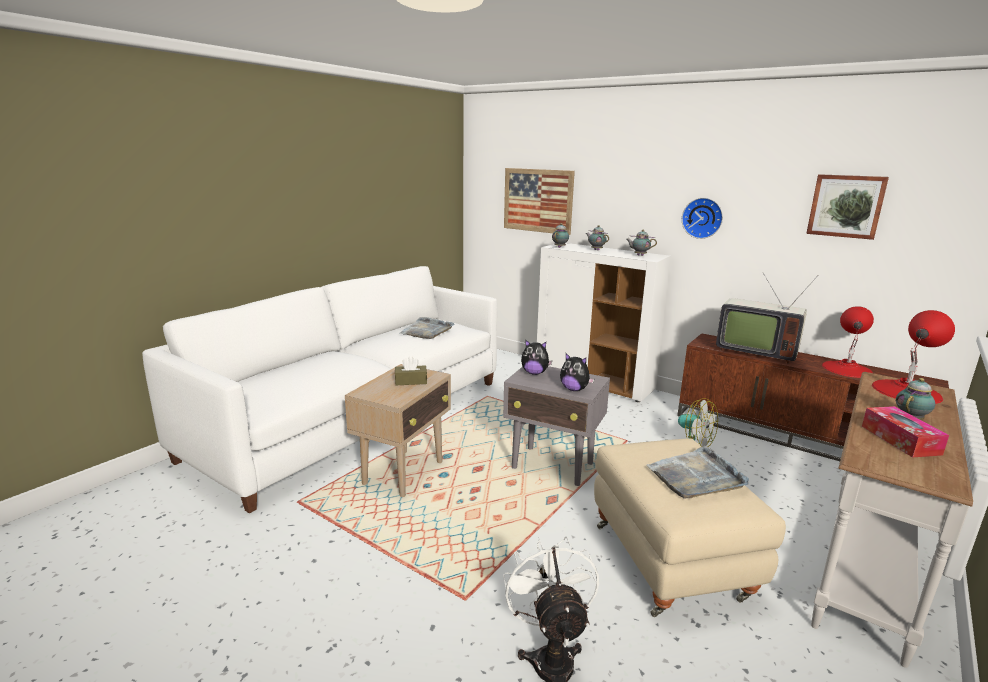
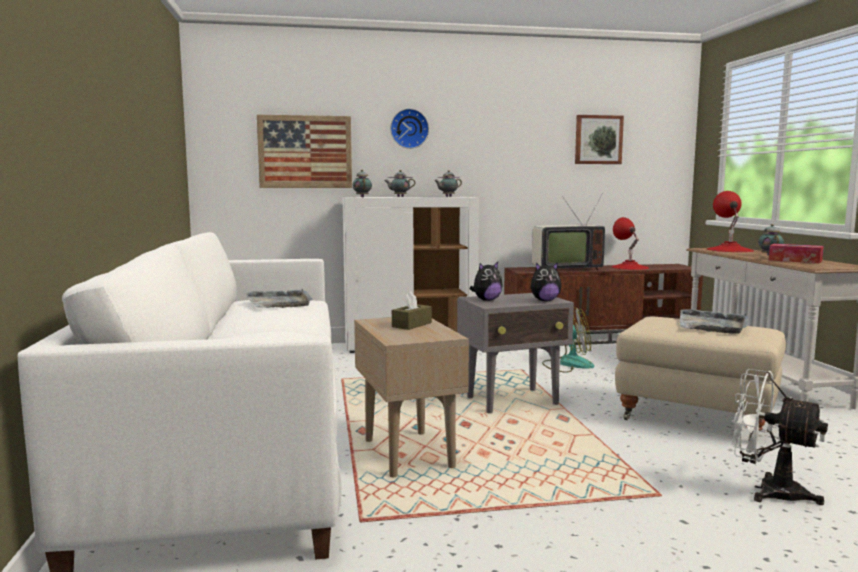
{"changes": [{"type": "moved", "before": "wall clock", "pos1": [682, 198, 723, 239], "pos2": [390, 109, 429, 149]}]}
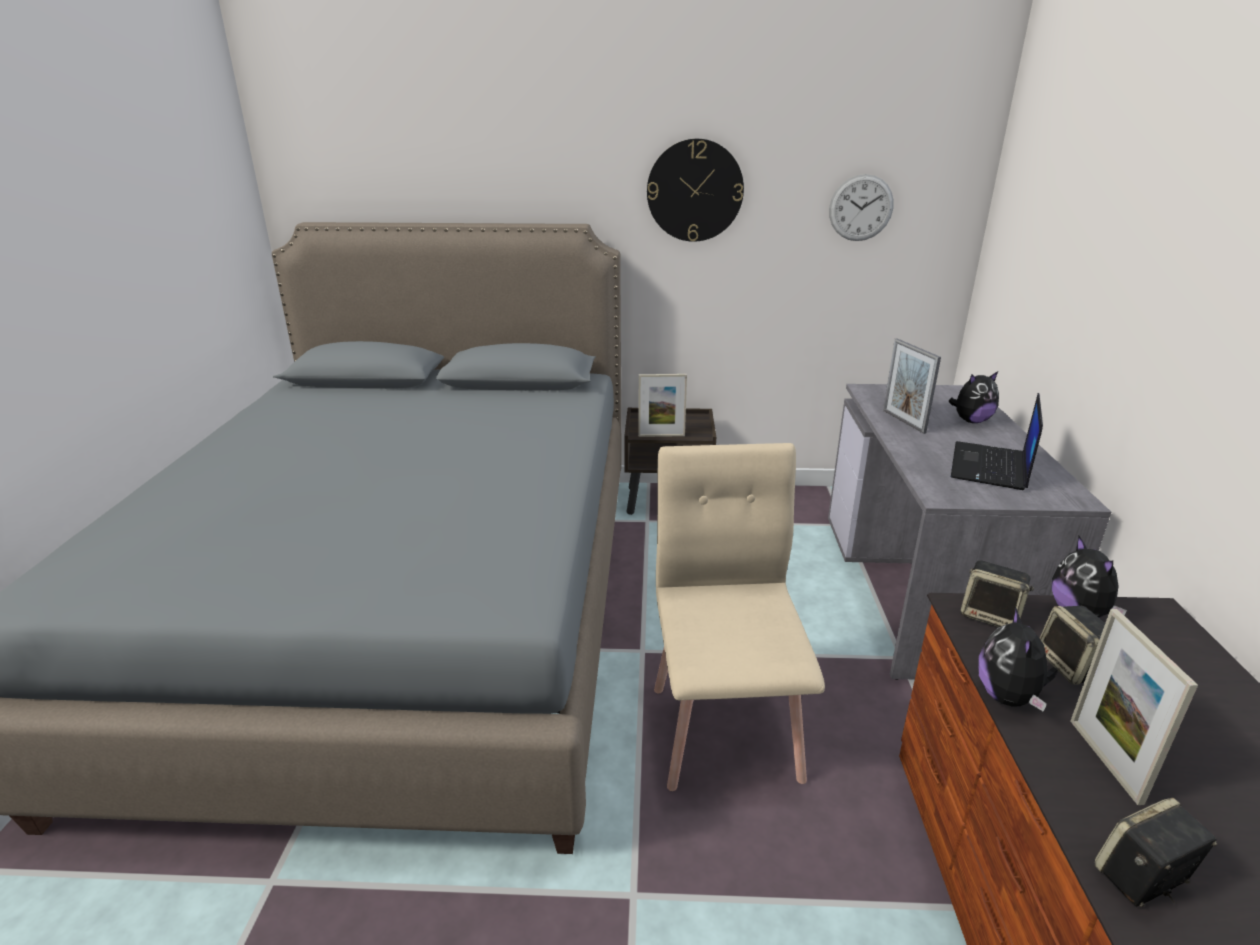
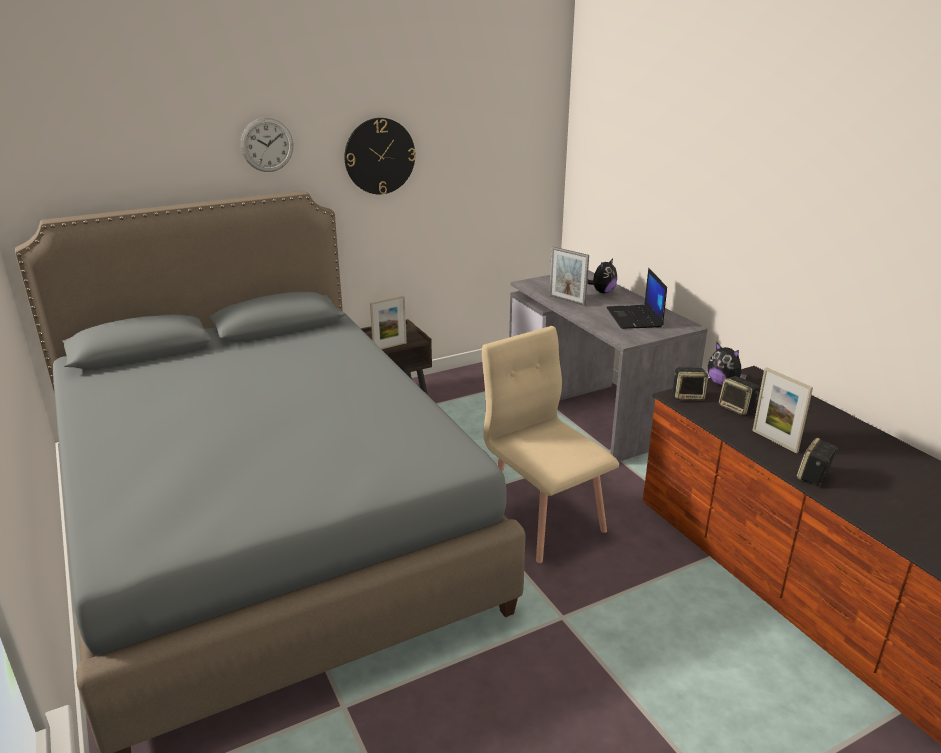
{"changes": [{"type": "removed", "before": "plush toy", "pos1": [978, 607, 1058, 712]}, {"type": "moved", "before": "wall clock", "pos1": [829, 174, 894, 241], "pos2": [241, 118, 293, 172]}]}
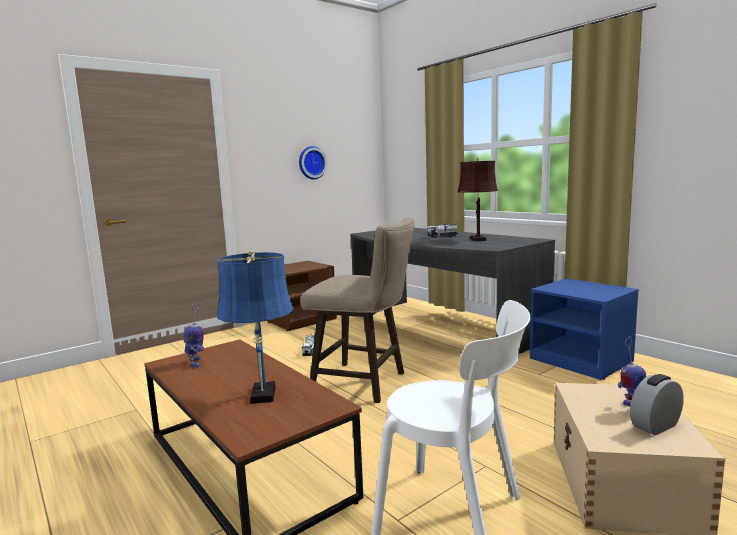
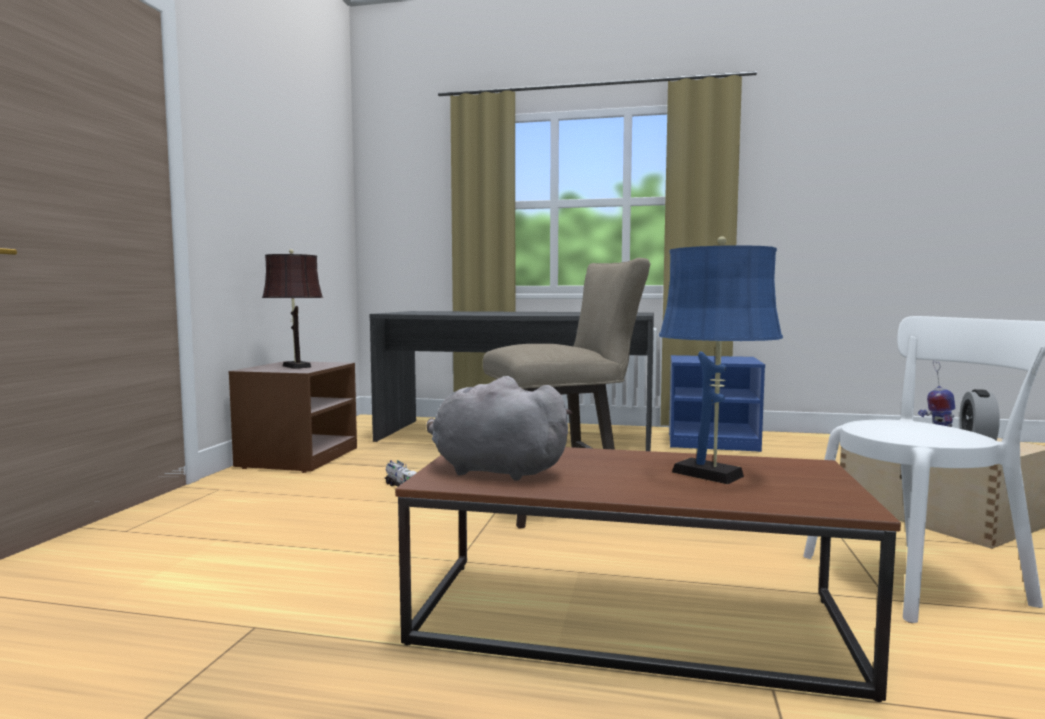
{"changes": [{"type": "removed", "before": "wall clock", "pos1": [299, 146, 327, 180]}, {"type": "removed", "before": "toy lorry", "pos1": [427, 223, 459, 238]}, {"type": "moved", "before": "brown-coloured tabletop lamp", "pos1": [457, 157, 498, 241], "pos2": [262, 249, 323, 369]}, {"type": "replaced", "before": "toy robot", "after": "greyish plush toy", "pos1": [184, 302, 204, 368], "pos2": [426, 376, 572, 480]}]}
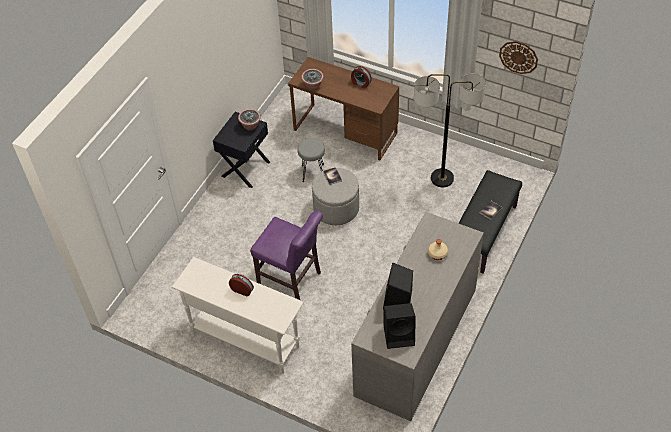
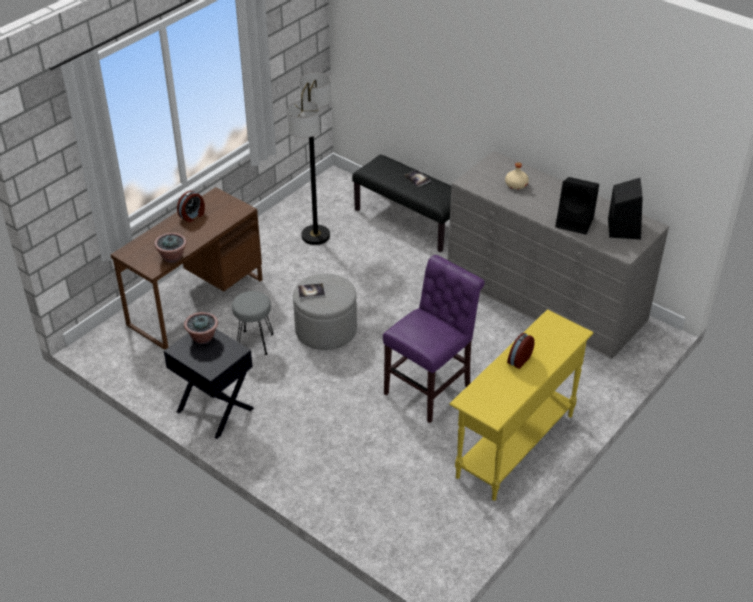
{"changes": [{"type": "removed", "before": "wall clock", "pos1": [499, 41, 538, 74]}, {"type": "recoloured", "before": "white-coloured narrow table", "after": "yellowish narrow table", "pos1": [172, 257, 304, 374], "pos2": [449, 309, 594, 501]}]}
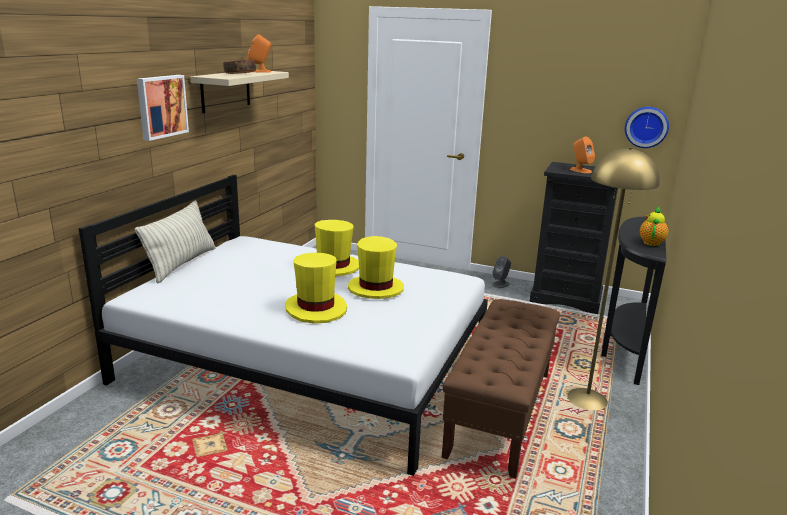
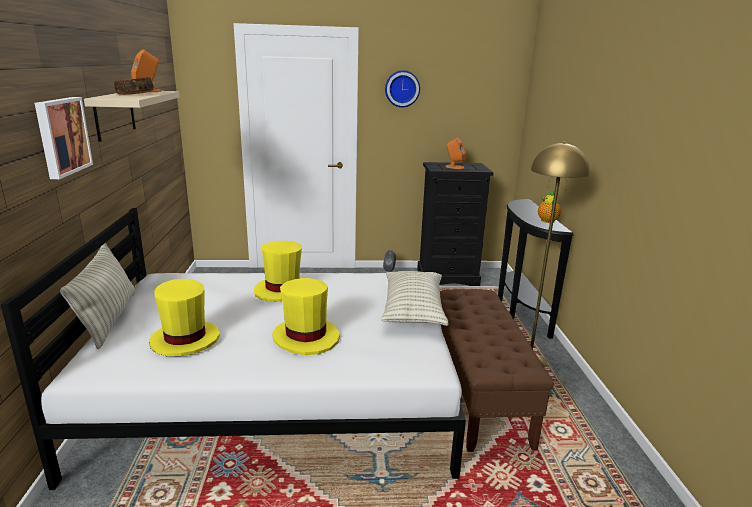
{"changes": [{"type": "added", "after": "cushion", "pos2": [381, 271, 449, 326]}, {"type": "moved", "before": "yellowish hat", "pos1": [348, 236, 404, 299], "pos2": [149, 279, 220, 356]}, {"type": "moved", "before": "wall clock", "pos1": [625, 107, 669, 148], "pos2": [385, 70, 420, 107]}]}
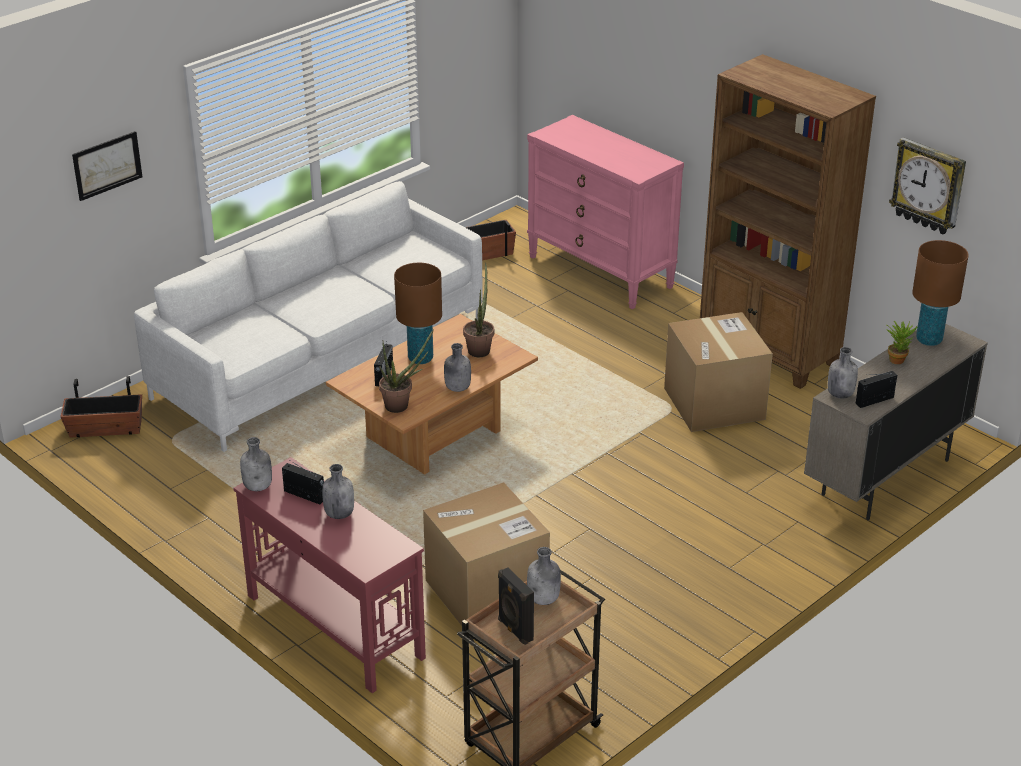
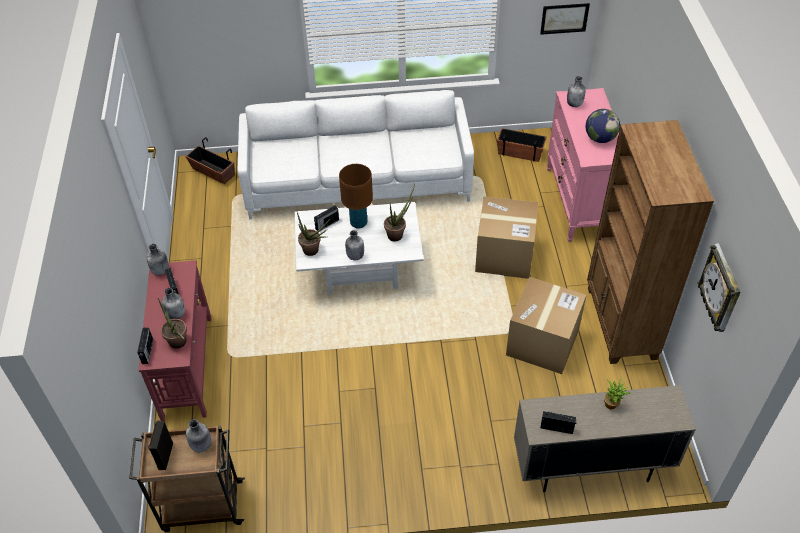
{"changes": [{"type": "removed", "before": "brown-coloured tabletop lamp", "pos1": [912, 240, 969, 346]}, {"type": "added", "after": "radio receiver", "pos2": [137, 328, 153, 364]}, {"type": "added", "after": "houseplant", "pos2": [158, 298, 187, 349]}, {"type": "added", "after": "globe", "pos2": [586, 109, 620, 143]}, {"type": "moved", "before": "picture", "pos1": [72, 131, 142, 201], "pos2": [540, 3, 590, 35]}, {"type": "moved", "before": "cardboard box", "pos1": [423, 482, 550, 626], "pos2": [475, 196, 538, 279]}, {"type": "moved", "before": "greyish beverage bottle", "pos1": [828, 347, 858, 398], "pos2": [567, 76, 586, 107]}, {"type": "recoloured", "before": "brown-coloured low table", "after": "white-coloured low table", "pos1": [326, 314, 538, 475], "pos2": [295, 202, 424, 295]}]}
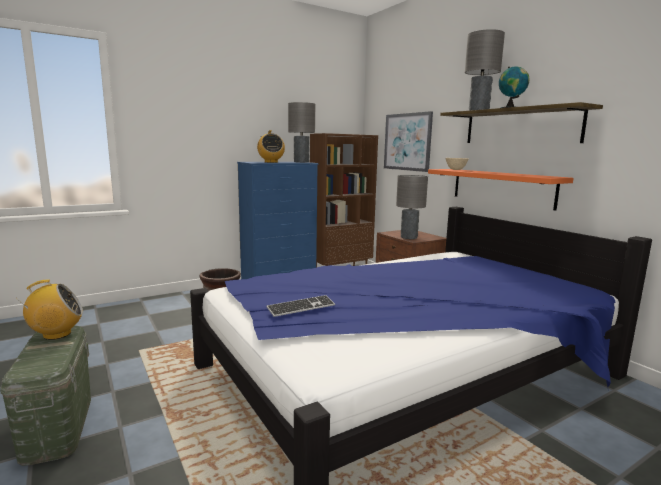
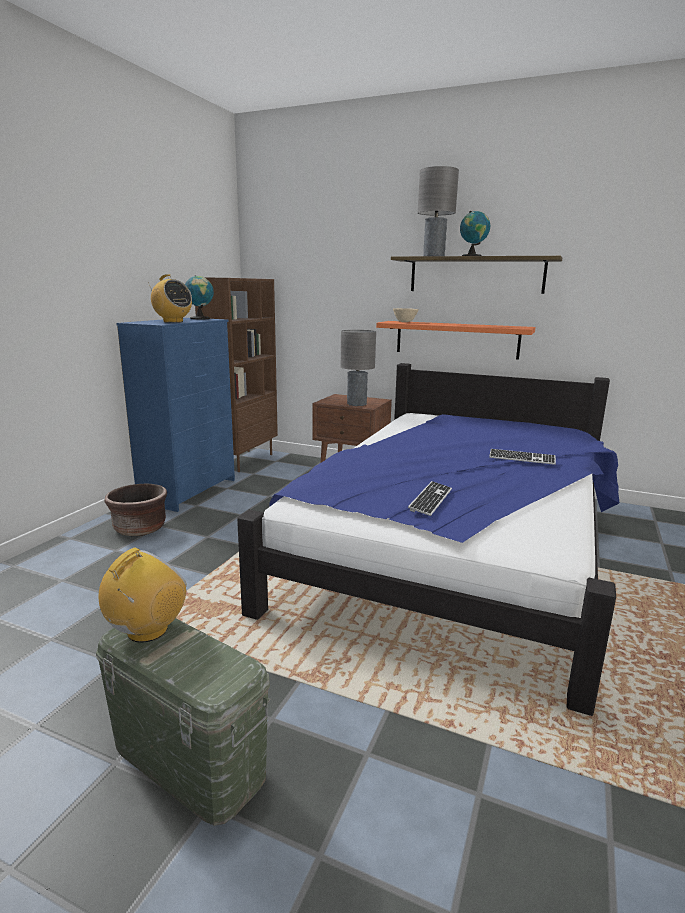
{"changes": [{"type": "removed", "before": "picture", "pos1": [384, 111, 433, 172]}, {"type": "added", "after": "keyboard", "pos2": [489, 449, 556, 465]}, {"type": "replaced", "before": "greyish tabletop lamp", "after": "globe", "pos1": [288, 102, 315, 162], "pos2": [185, 275, 214, 320]}]}
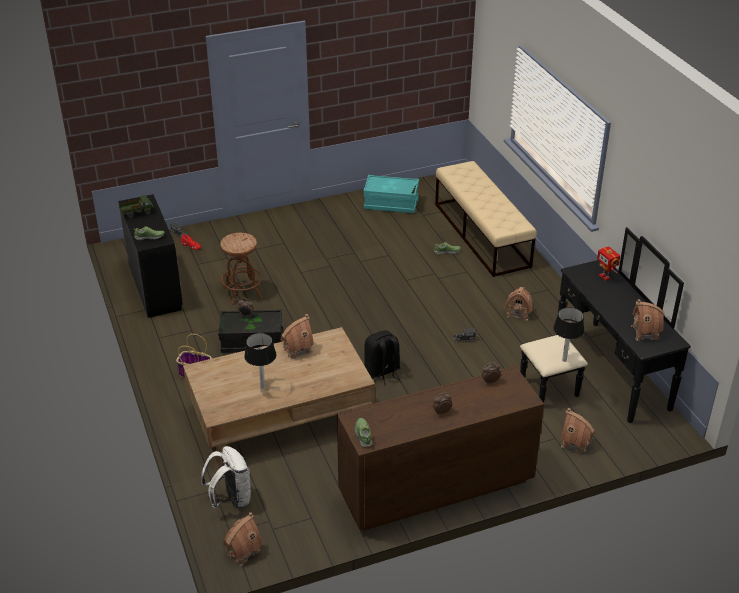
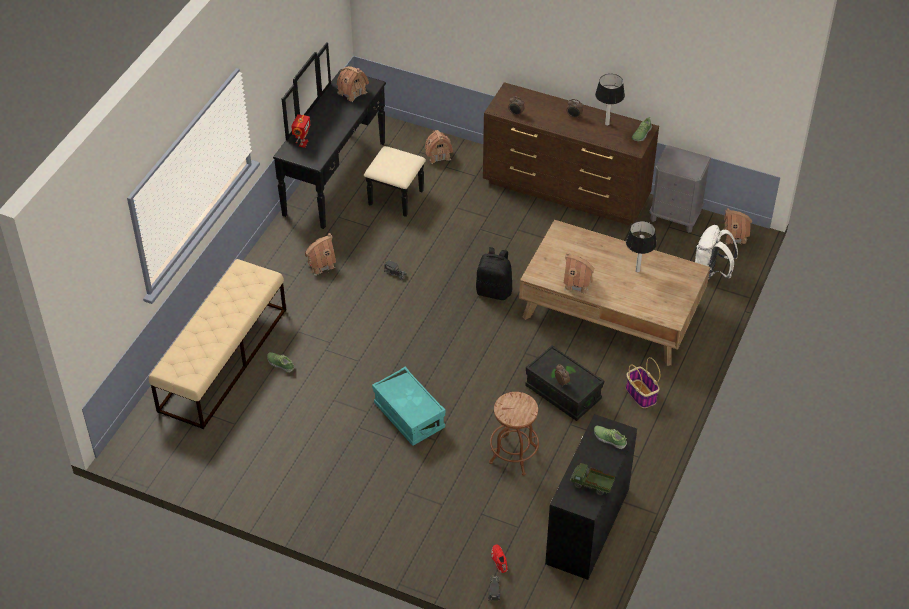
{"changes": [{"type": "added", "after": "greyish nightstand", "pos2": [649, 145, 711, 233]}, {"type": "moved", "before": "turquoise-coloured storage bin", "pos1": [363, 175, 419, 213], "pos2": [372, 367, 446, 446]}, {"type": "moved", "before": "tabletop lamp", "pos1": [553, 307, 585, 362], "pos2": [595, 74, 625, 126]}]}
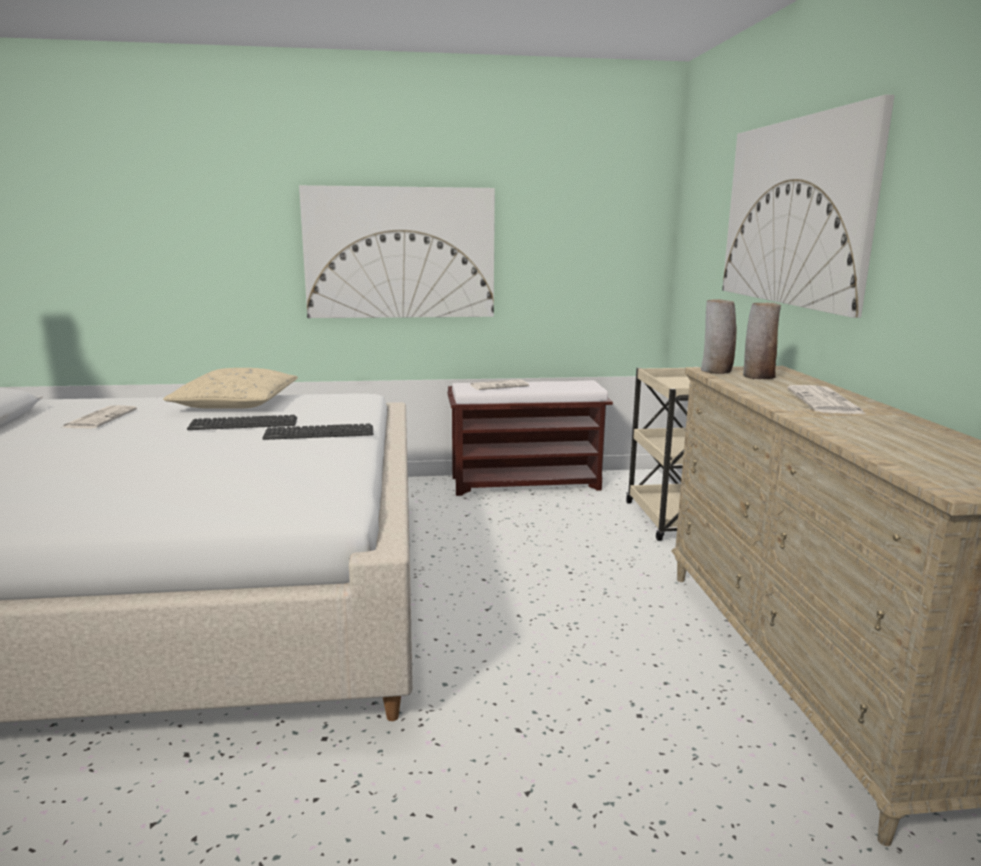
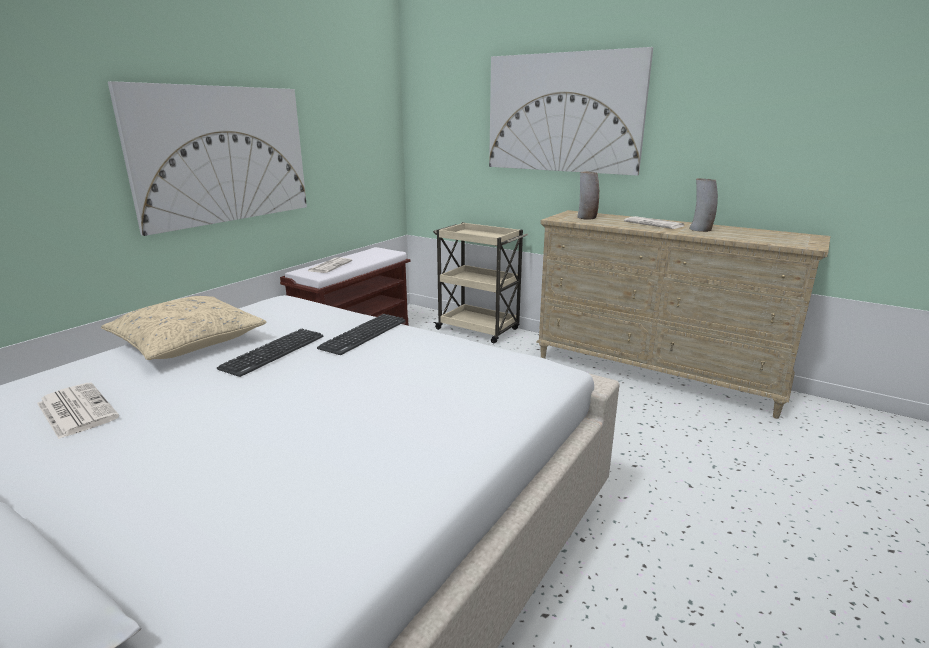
{"changes": [{"type": "moved", "before": "decorative vase", "pos1": [701, 299, 736, 374], "pos2": [689, 178, 718, 232]}]}
